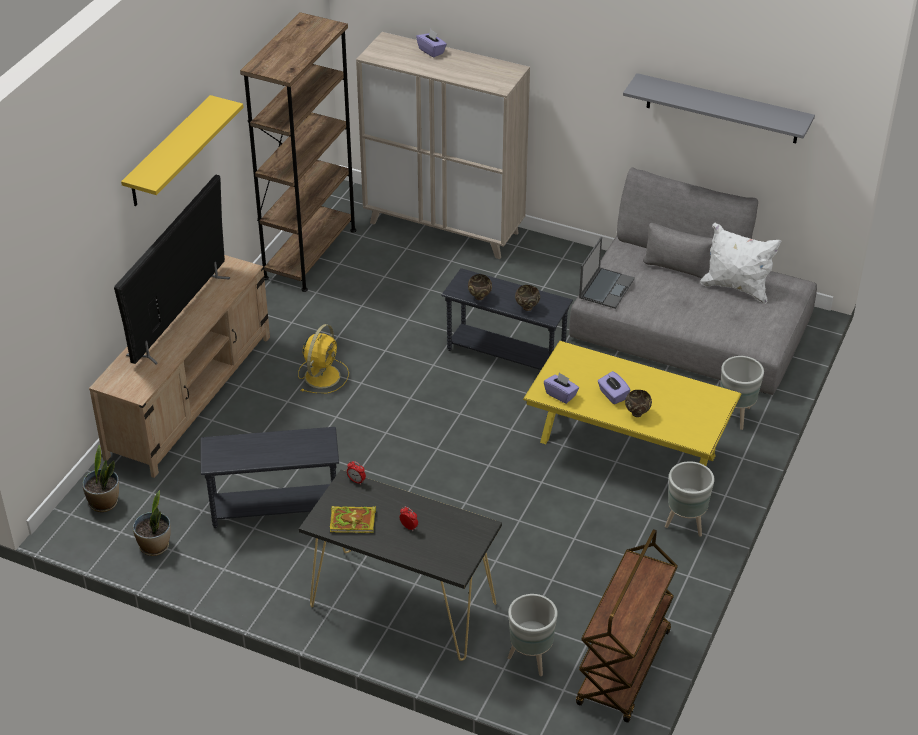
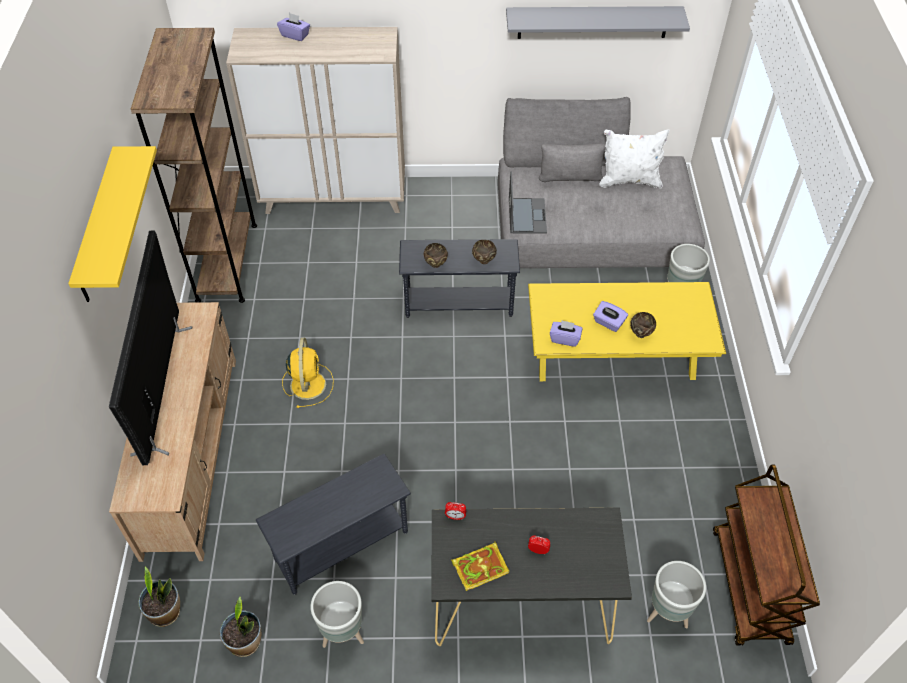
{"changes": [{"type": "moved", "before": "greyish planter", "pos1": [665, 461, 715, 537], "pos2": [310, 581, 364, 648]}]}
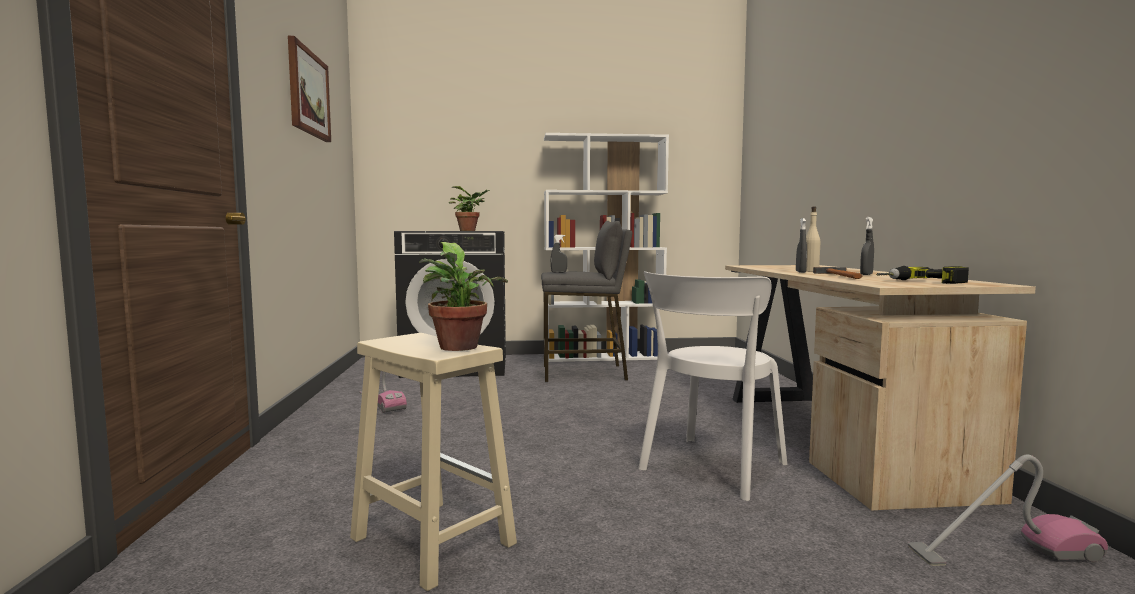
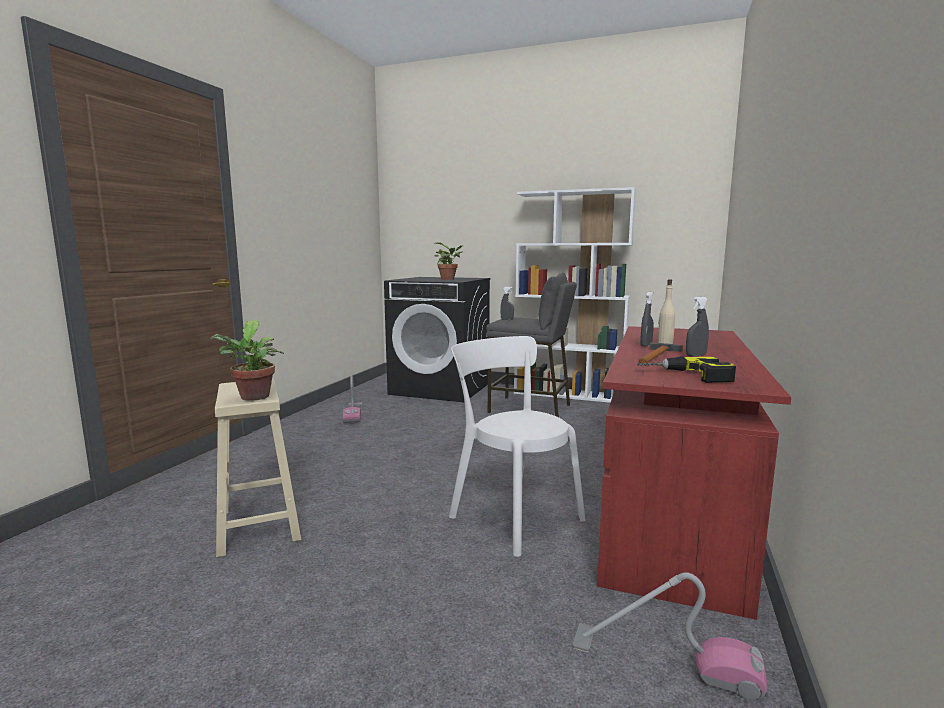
{"changes": [{"type": "removed", "before": "picture", "pos1": [288, 36, 331, 142]}, {"type": "recoloured", "before": "beige-coloured desk", "after": "red-coloured desk", "pos1": [725, 265, 1036, 510], "pos2": [597, 326, 791, 620]}, {"type": "turned", "before": "white-coloured upright chair", "pos1": [638, 271, 787, 501], "pos2": [449, 336, 585, 557], "turn": 75}]}
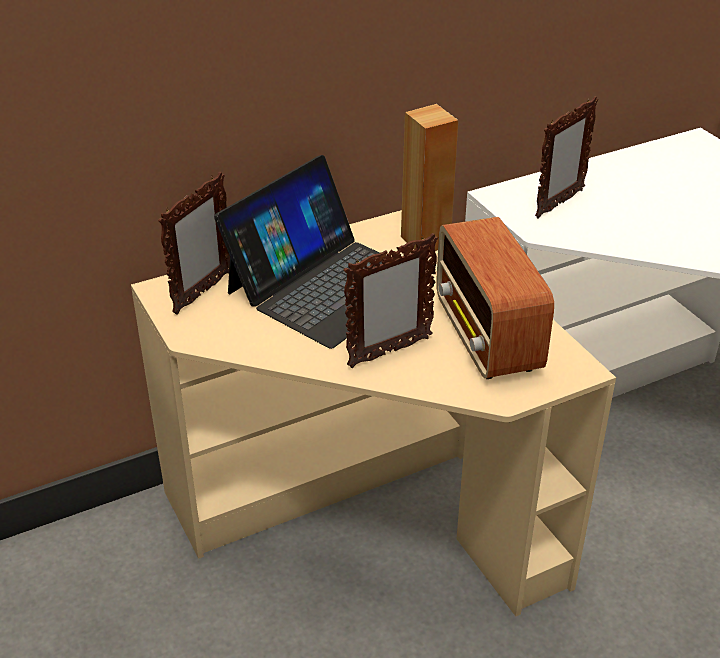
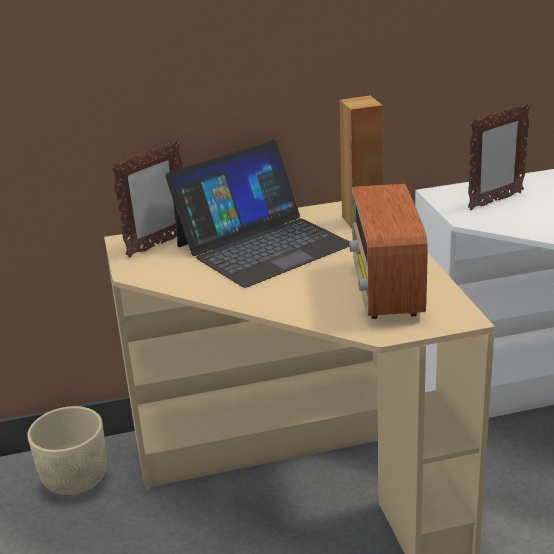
{"changes": [{"type": "removed", "before": "standing frame", "pos1": [343, 233, 438, 368]}, {"type": "added", "after": "beige-coloured planter", "pos2": [27, 406, 107, 495]}]}
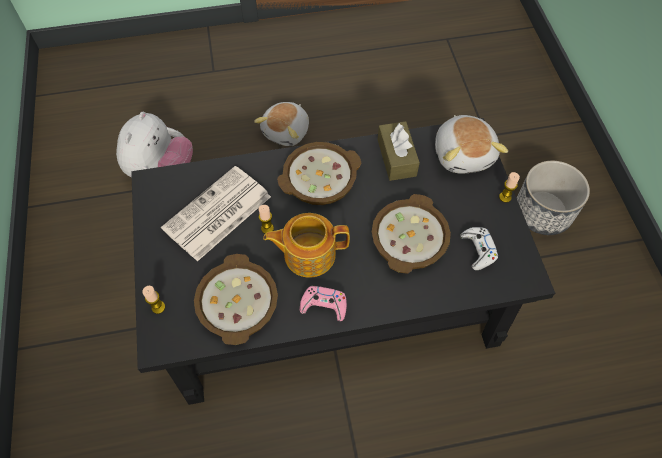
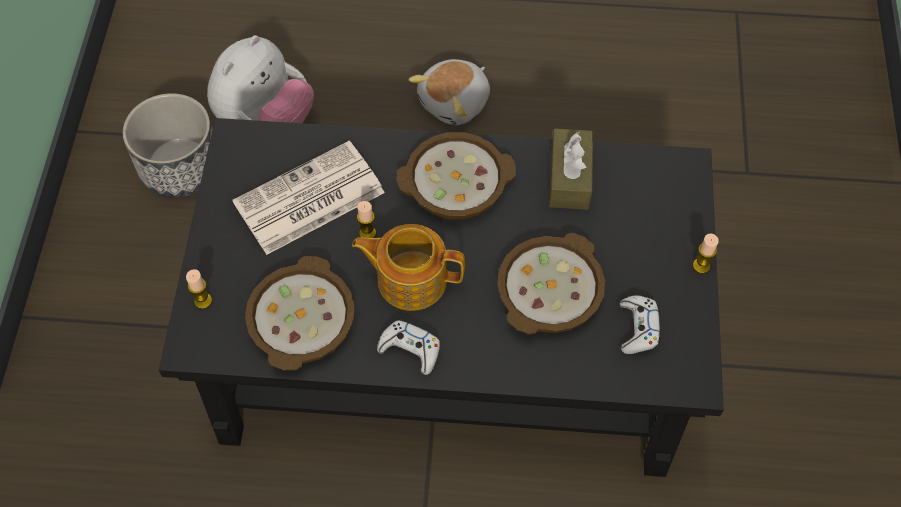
{"changes": [{"type": "removed", "before": "plush toy", "pos1": [435, 115, 508, 174]}, {"type": "moved", "before": "planter", "pos1": [517, 161, 590, 235], "pos2": [123, 93, 213, 198]}, {"type": "recoloured", "before": "pink game controller", "after": "white-coloured game controller", "pos1": [300, 285, 347, 321], "pos2": [377, 320, 440, 375]}]}
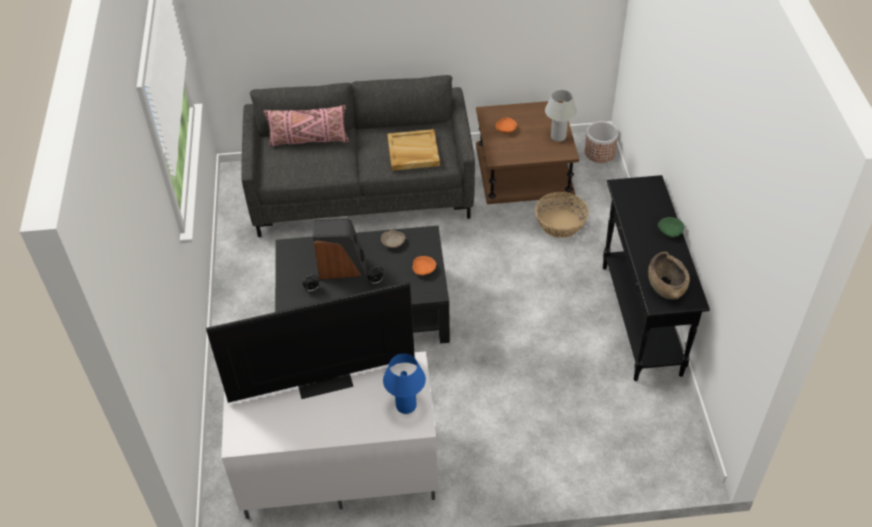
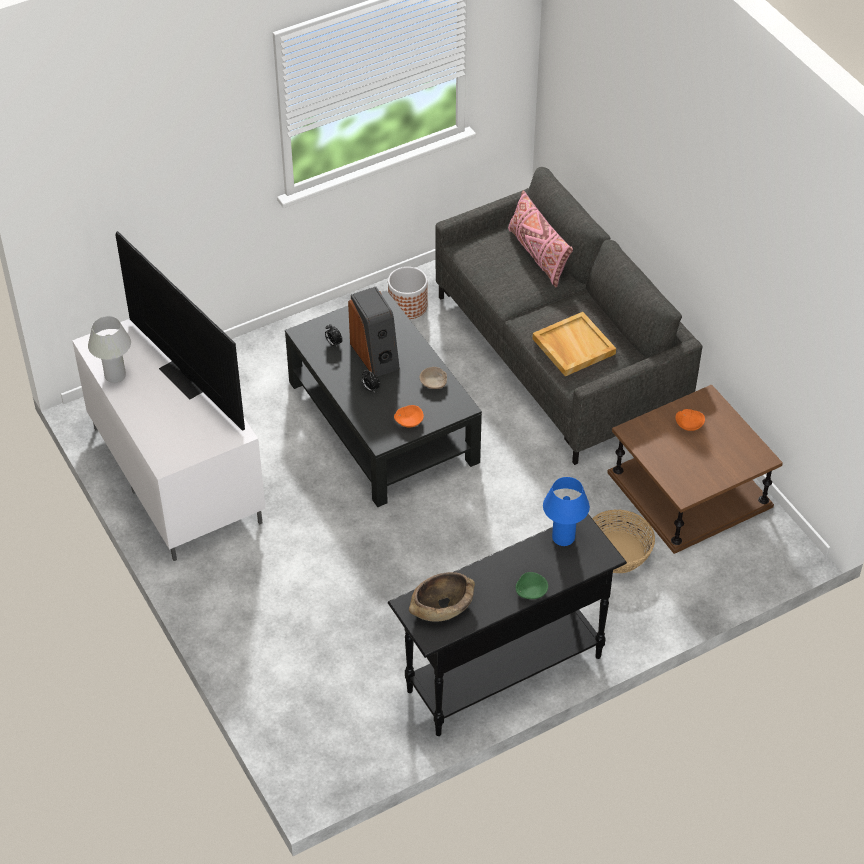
{"changes": [{"type": "moved", "before": "blue tabletop lamp", "pos1": [383, 354, 426, 414], "pos2": [543, 477, 590, 546]}, {"type": "moved", "before": "white-coloured tabletop lamp", "pos1": [545, 90, 577, 142], "pos2": [88, 316, 131, 383]}, {"type": "moved", "before": "planter", "pos1": [585, 121, 618, 163], "pos2": [388, 267, 427, 319]}]}
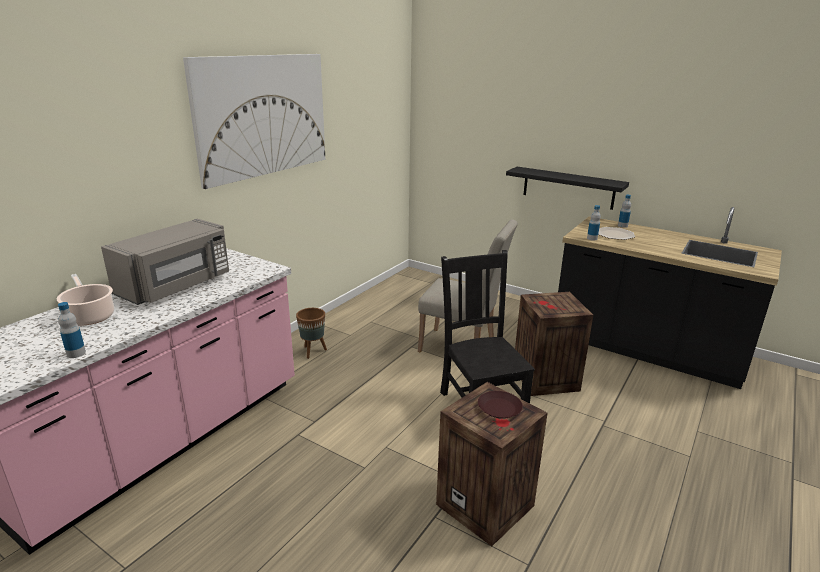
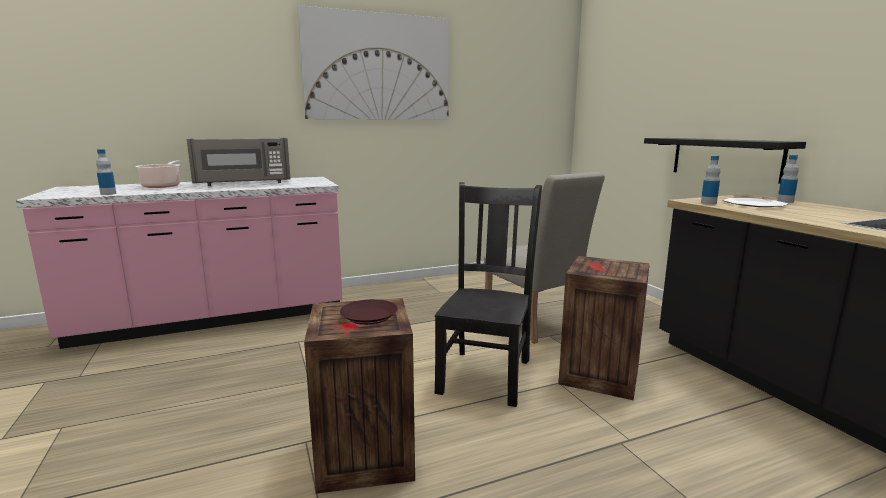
{"changes": [{"type": "removed", "before": "brown-coloured planter", "pos1": [296, 308, 327, 359]}]}
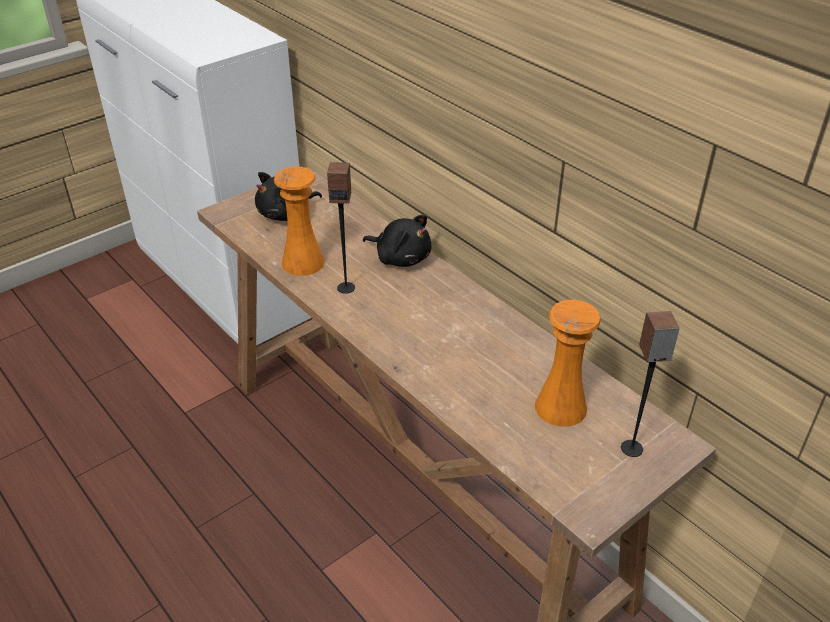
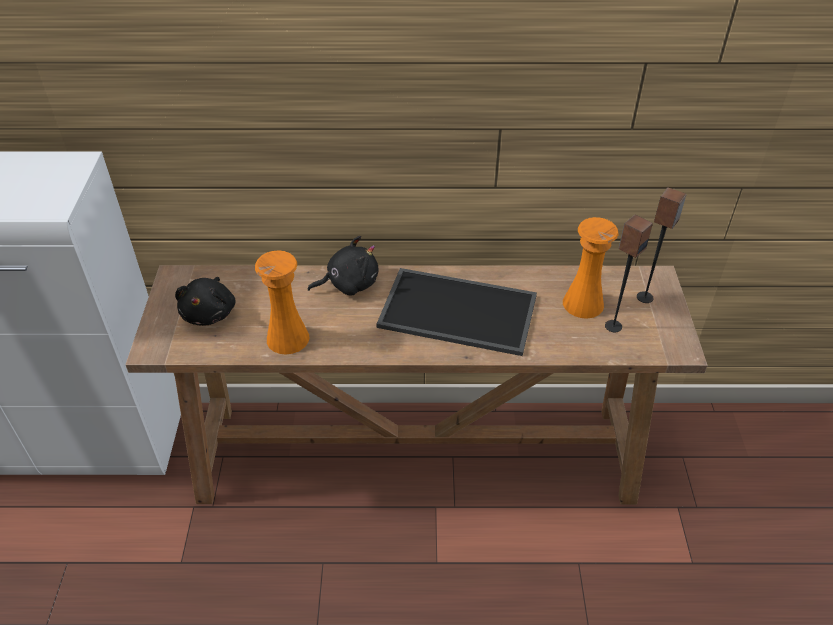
{"changes": [{"type": "added", "after": "tray", "pos2": [376, 268, 537, 356]}, {"type": "moved", "before": "audio speaker", "pos1": [327, 162, 355, 294], "pos2": [605, 215, 653, 332]}]}
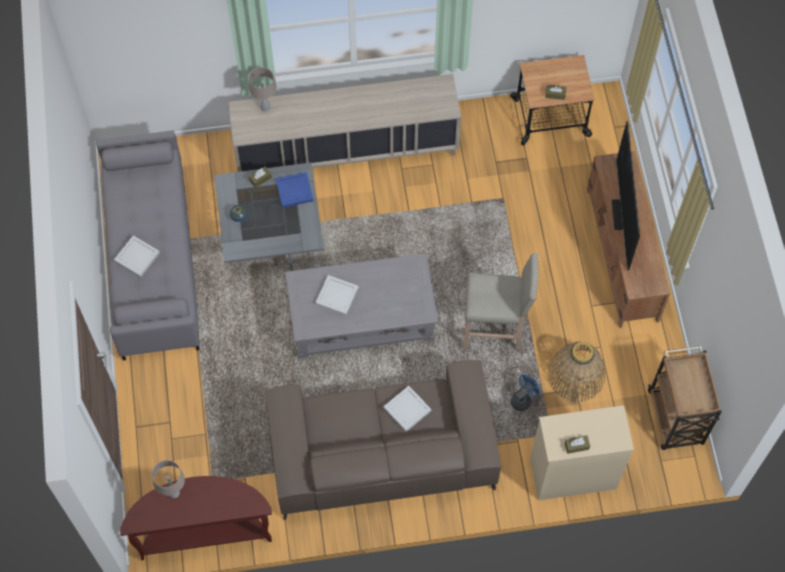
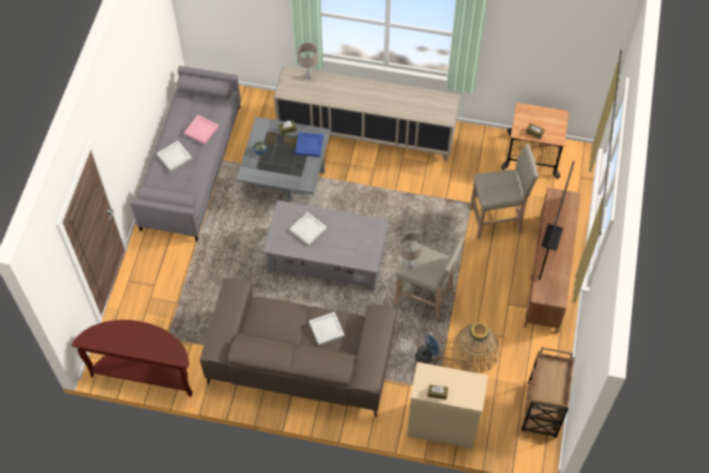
{"changes": [{"type": "added", "after": "pink tray", "pos2": [184, 115, 219, 144]}, {"type": "added", "after": "beige-coloured stool seat", "pos2": [470, 144, 539, 239]}, {"type": "moved", "before": "beige-coloured tabletop lamp", "pos1": [152, 460, 185, 498], "pos2": [399, 233, 423, 269]}]}
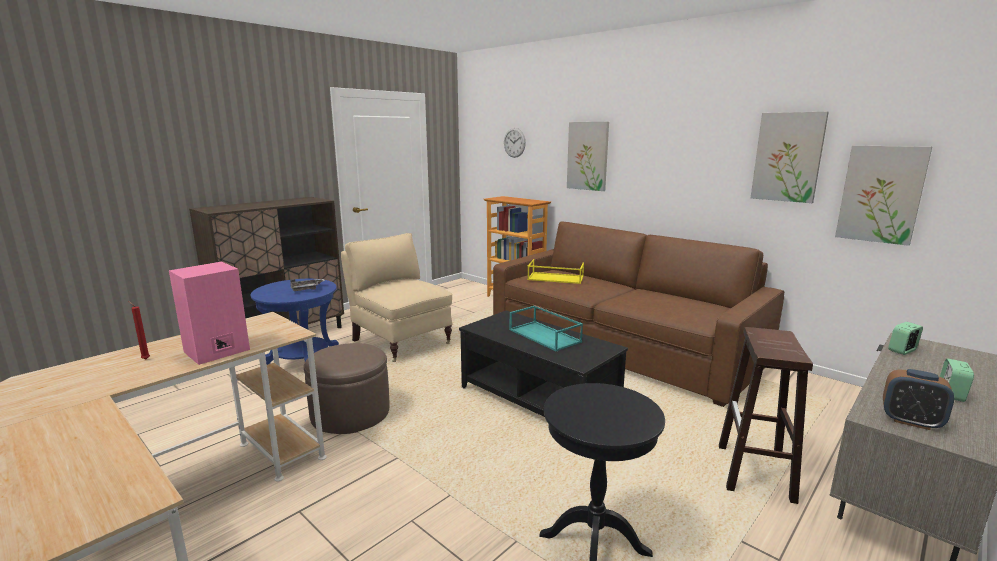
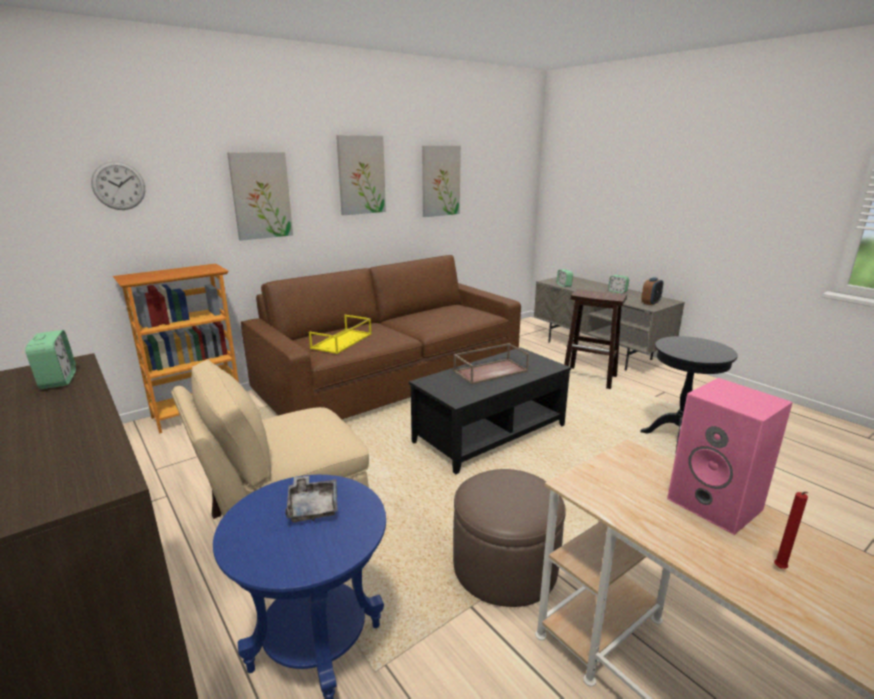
{"changes": [{"type": "added", "after": "table clock", "pos2": [25, 330, 76, 389]}, {"type": "moved", "before": "picture", "pos1": [835, 145, 932, 246], "pos2": [336, 135, 386, 215]}, {"type": "recoloured", "before": "turquoise-coloured tray", "after": "brown-coloured tray", "pos1": [509, 305, 583, 351], "pos2": [453, 343, 529, 385]}]}
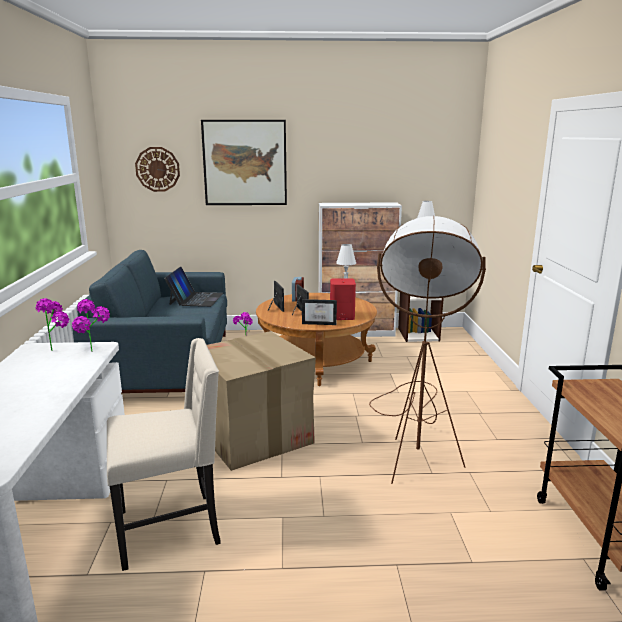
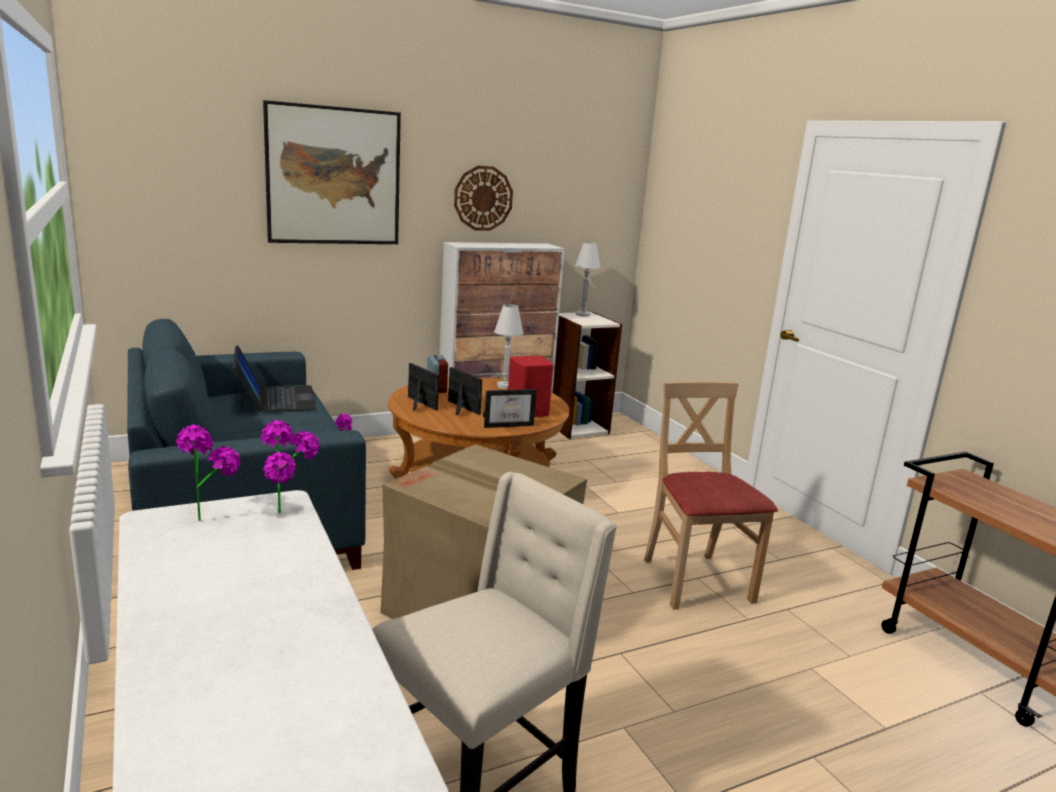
{"changes": [{"type": "moved", "before": "wall clock", "pos1": [135, 147, 180, 192], "pos2": [454, 166, 513, 231]}, {"type": "replaced", "before": "brown-coloured standard lamp", "after": "beige-coloured upright chair", "pos1": [369, 215, 486, 484], "pos2": [644, 382, 778, 610]}]}
